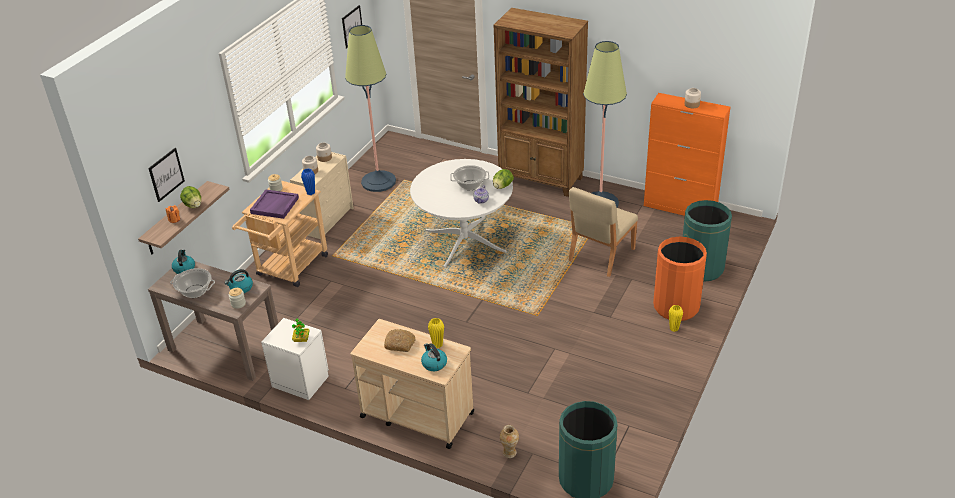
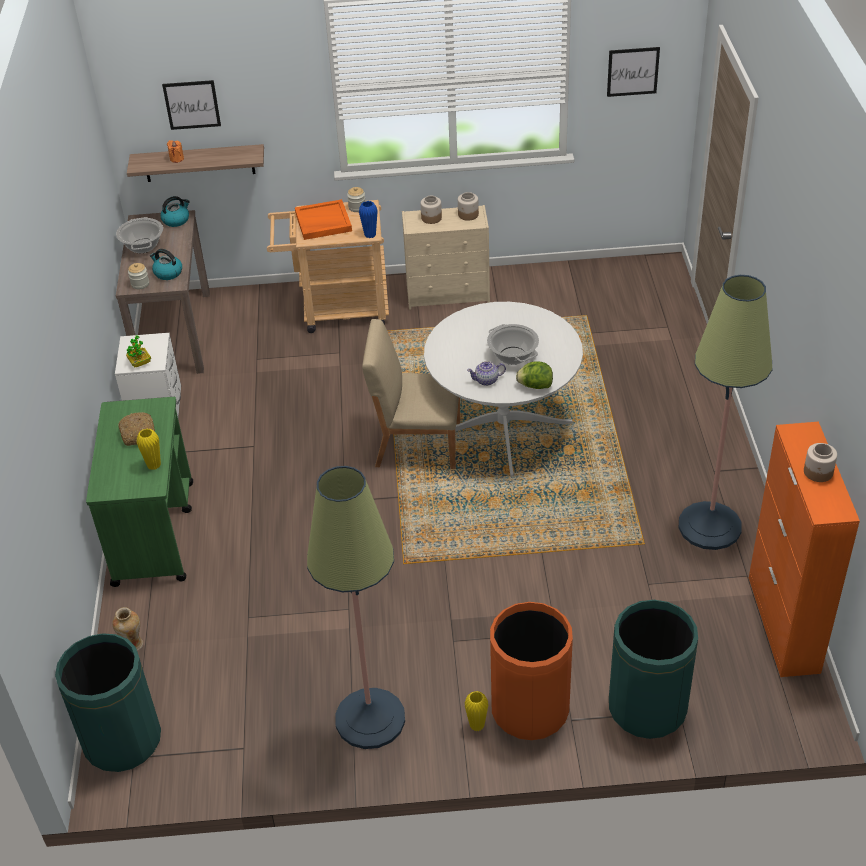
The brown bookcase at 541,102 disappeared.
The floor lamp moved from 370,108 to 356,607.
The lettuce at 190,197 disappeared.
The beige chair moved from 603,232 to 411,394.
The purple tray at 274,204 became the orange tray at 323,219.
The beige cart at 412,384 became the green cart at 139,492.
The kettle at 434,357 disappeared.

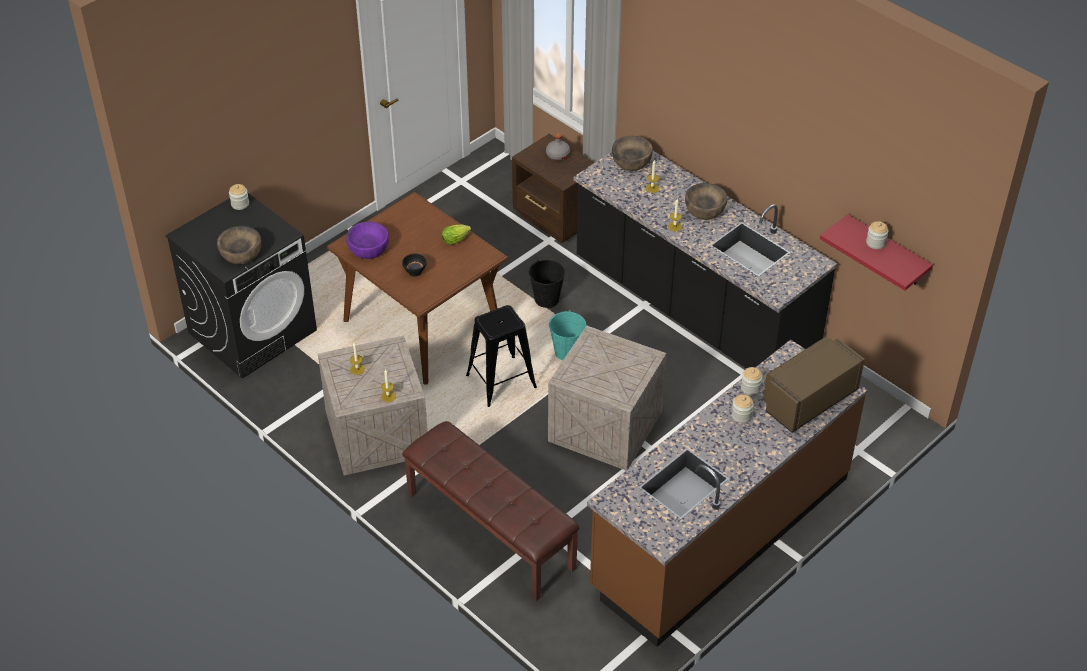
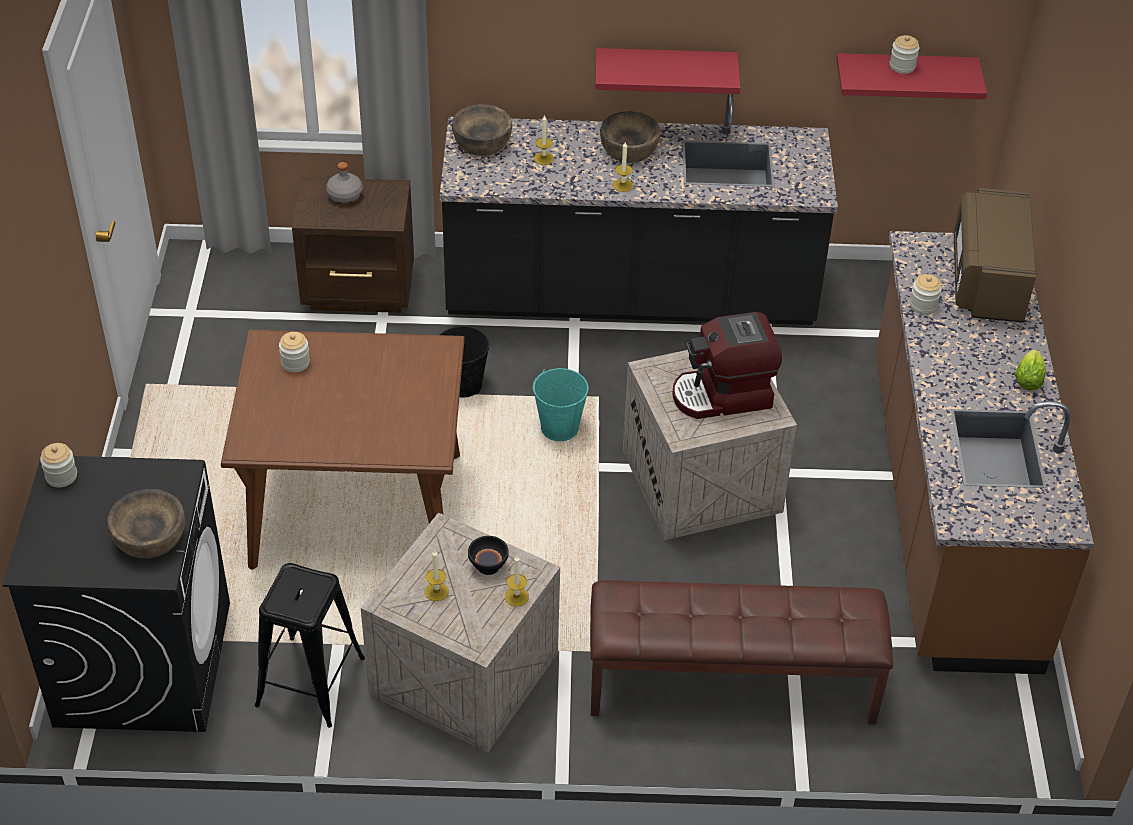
The purple bowl at 367,240 disappeared.
The lettuce moved from 456,234 to 1030,370.
The black bowl moved from 414,265 to 488,555.
The black stool moved from 501,356 to 310,645.
The jar moved from 743,408 to 294,352.
The red shelf at 667,71 appeared.
The coffee machine at 727,365 appeared.

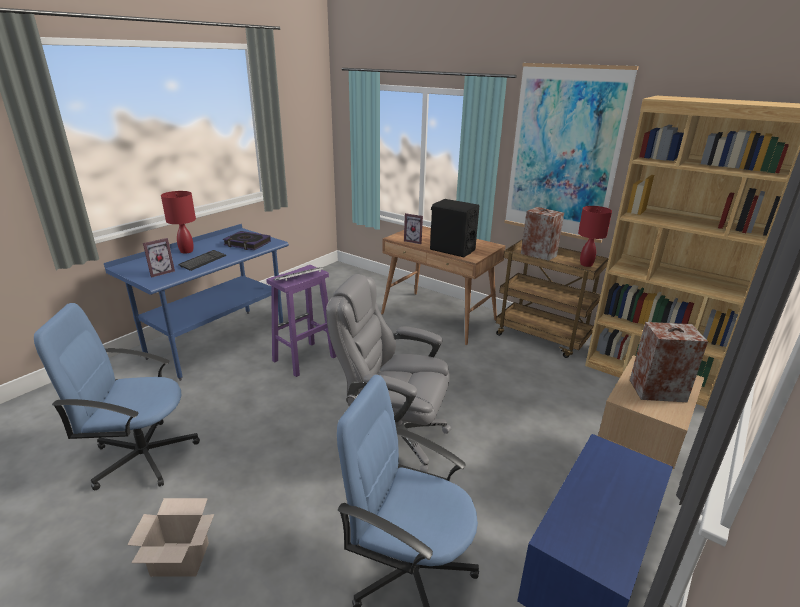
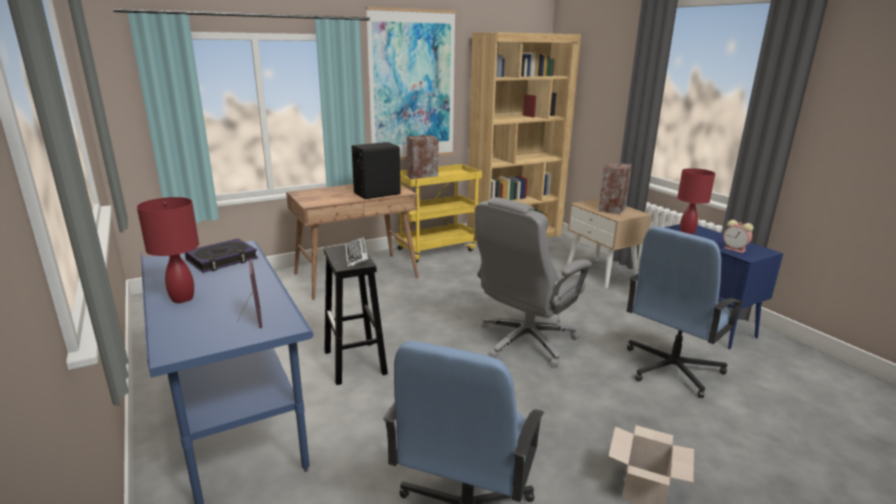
The red table lamp moved from 595,236 to 696,201.
The picture frame at 413,228 disappeared.
The brown cart at 552,298 became the yellow cart at 438,213.
The keyboard at 202,260 disappeared.
The purple stool at 301,321 became the black stool at 356,315.
The alarm clock at 738,236 appeared.

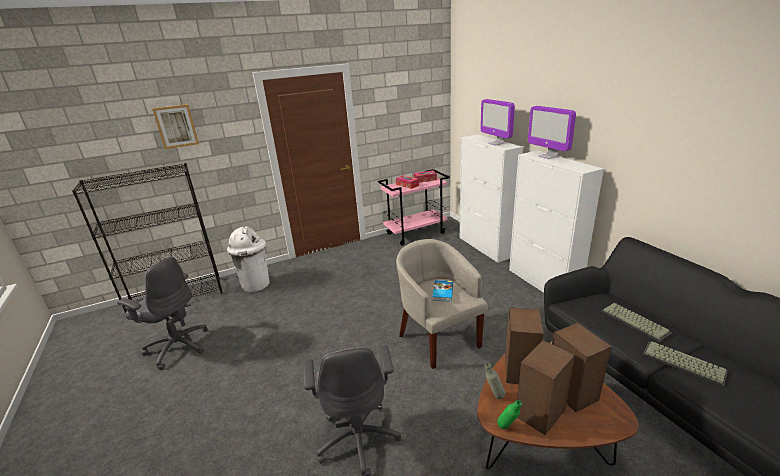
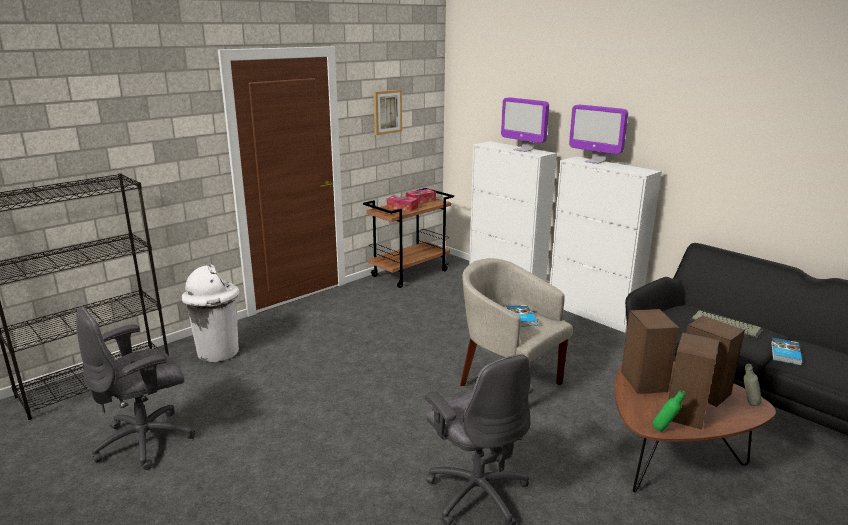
The picture moved from 175,126 to 388,112.
The pink cart at 414,207 became the brown cart at 408,238.
The grey office chair at 162,313 turned 135 degrees clockwise.
The keyboard at 685,364 was replaced by the book at 786,351.
The grey bottle moved from 495,380 to 752,385.

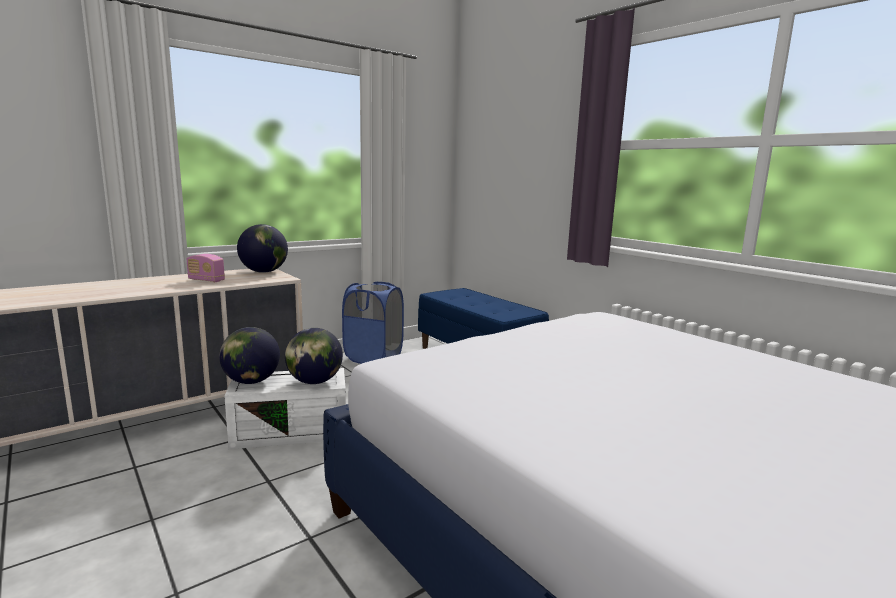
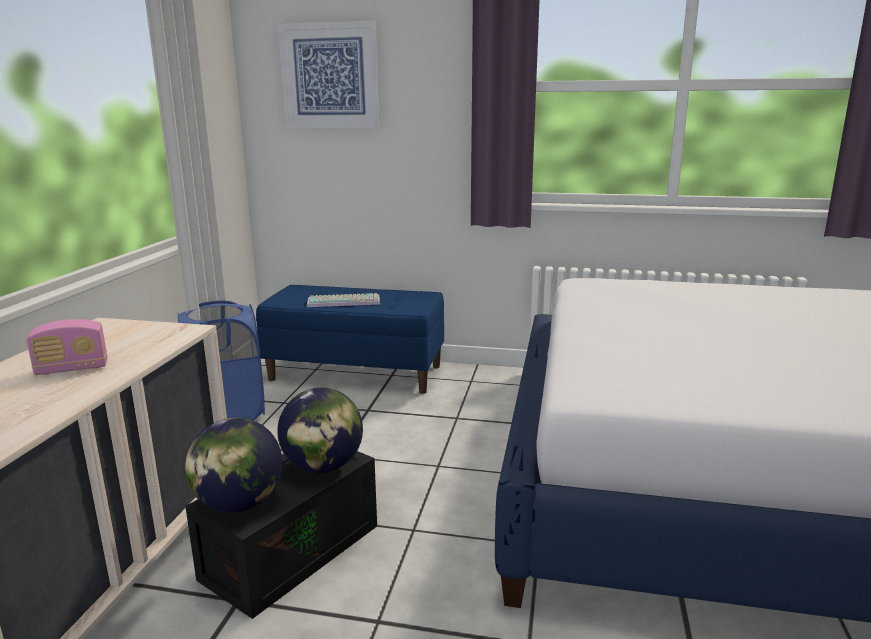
The globe at 262,248 disappeared.
The white storage box at 285,408 became the black storage box at 281,535.
The picture at 329,74 appeared.
The keyboard at 343,300 appeared.

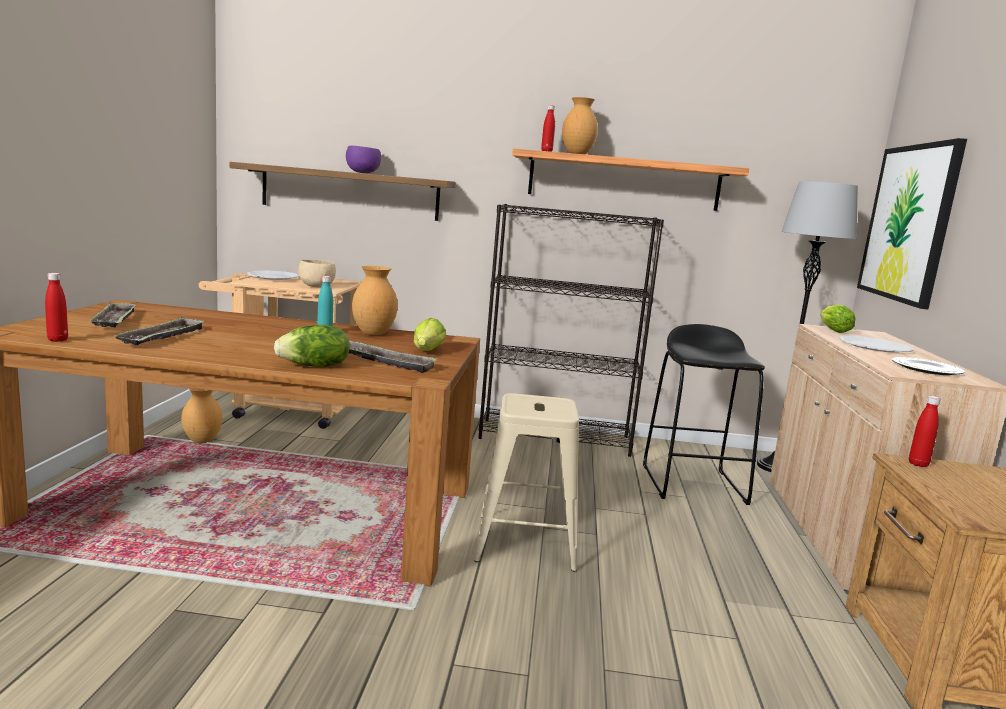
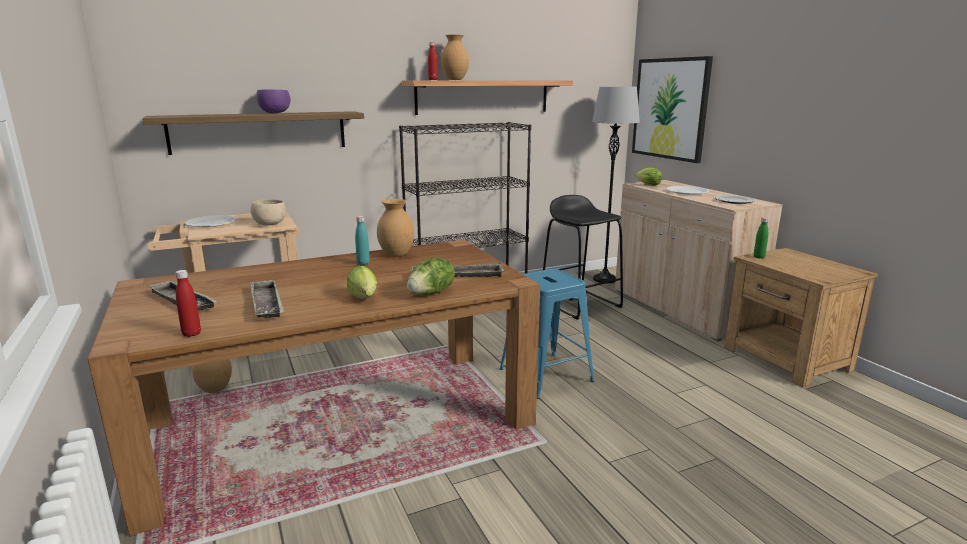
The lettuce moved from 430,334 to 362,282.
The beige stool at 526,482 became the blue stool at 547,334.
The red bottle at 924,431 became the green bottle at 761,238.

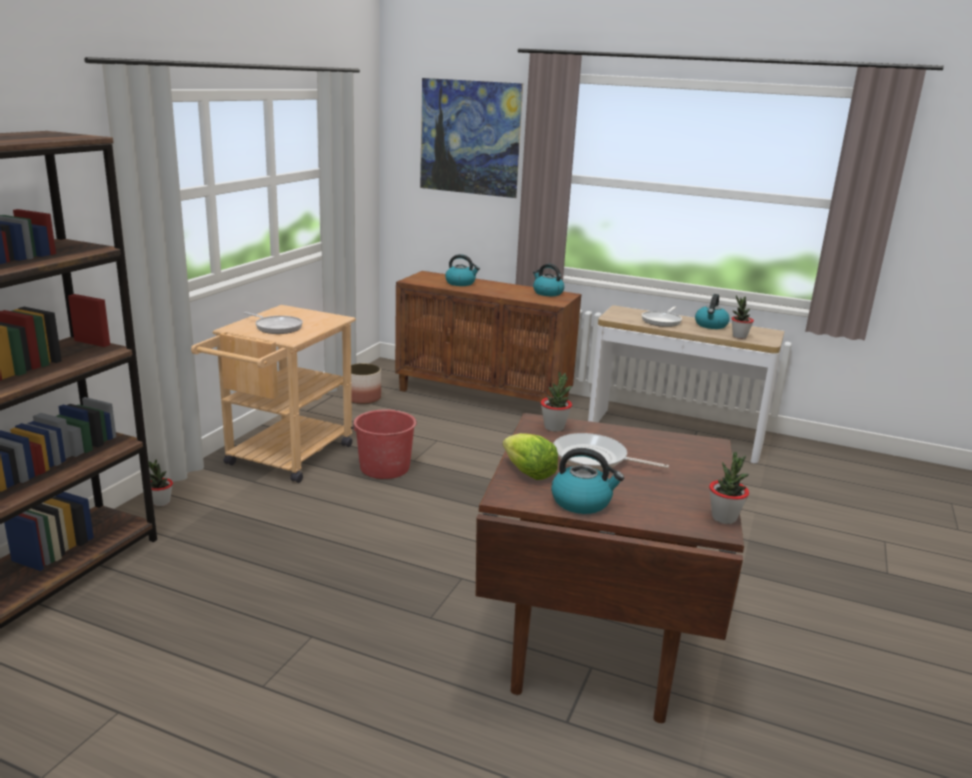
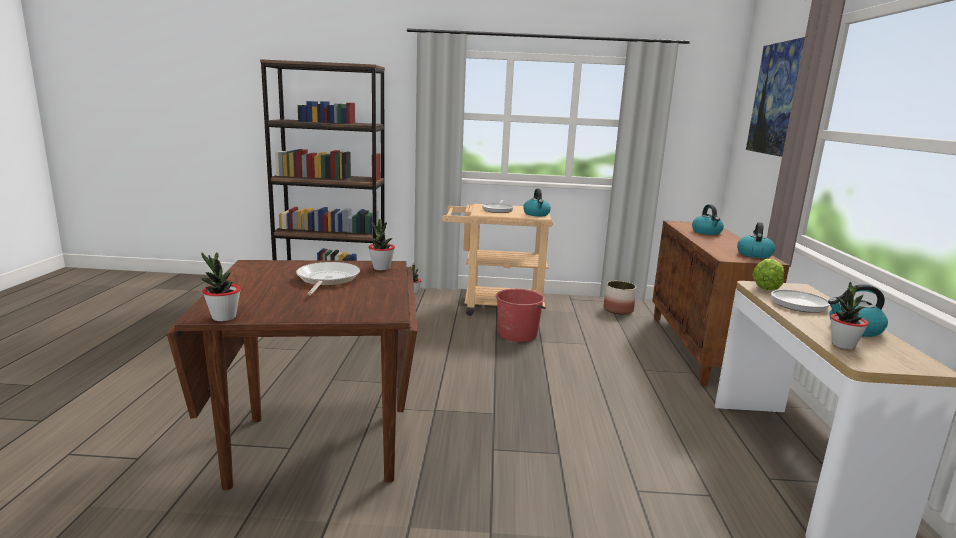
The lettuce moved from 530,456 to 768,274.
The kettle moved from 587,481 to 537,202.

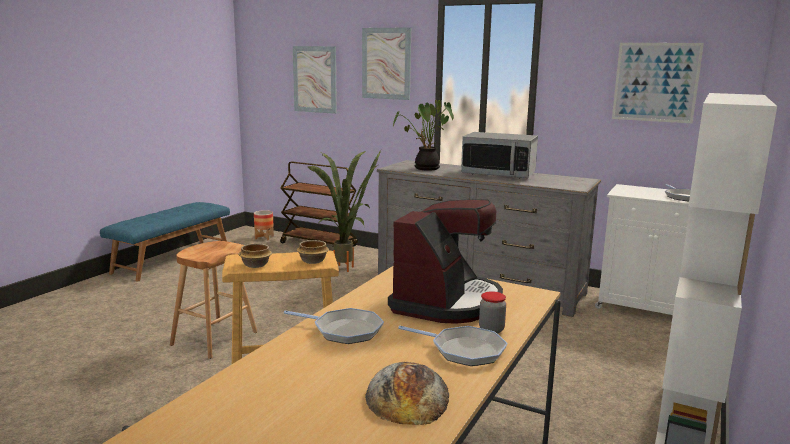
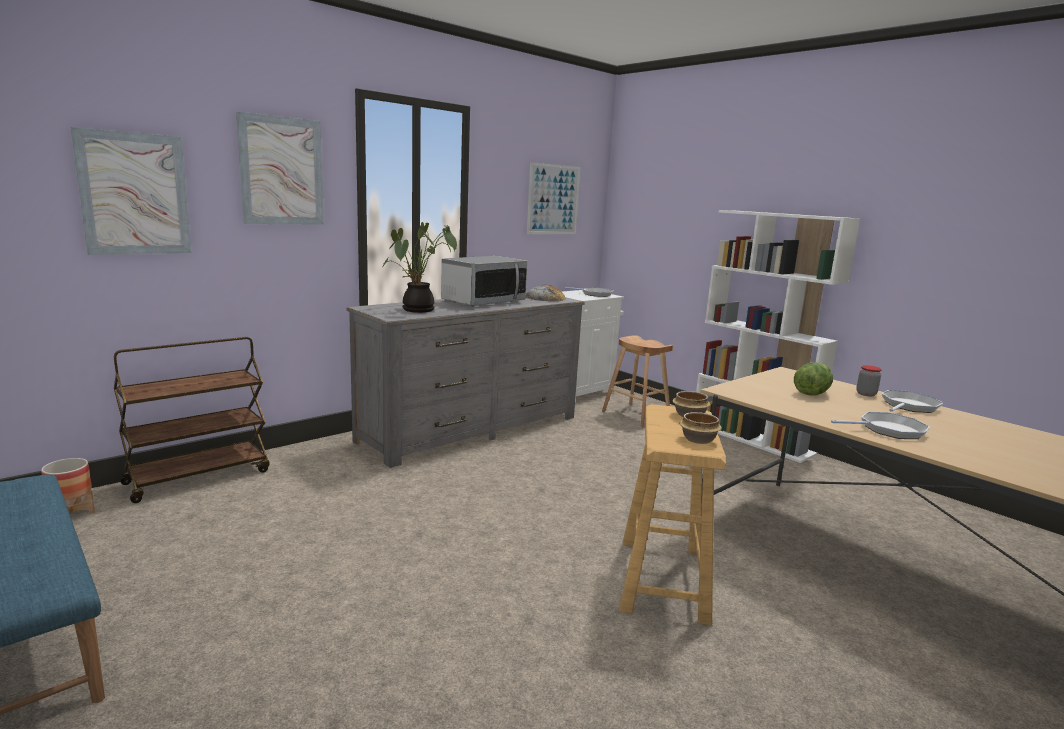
The potted plant at 344,211 disappeared.
The coffee machine at 445,261 was replaced by the lettuce at 813,379.
The brown stool moved from 213,300 to 637,381.
The frying pan at 334,326 turned 45 degrees clockwise.
The bread moved from 407,393 to 546,293.

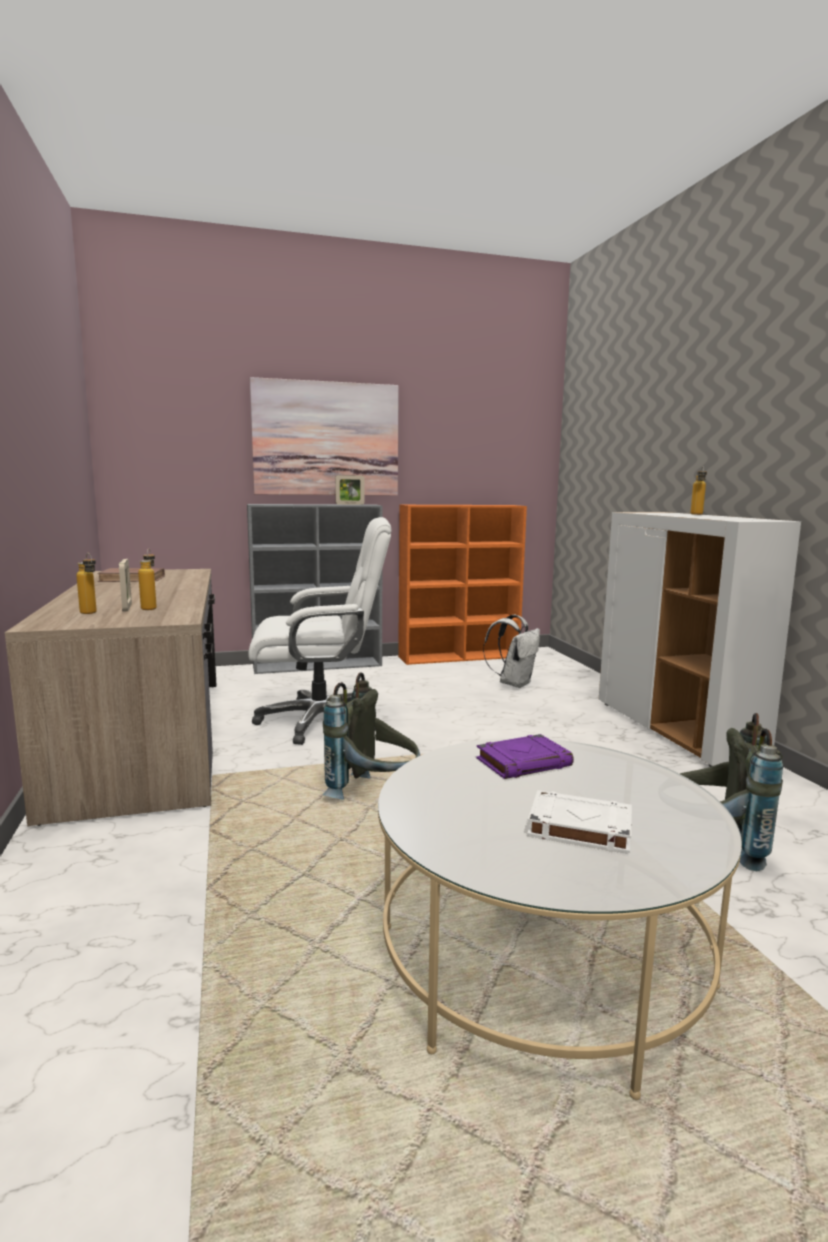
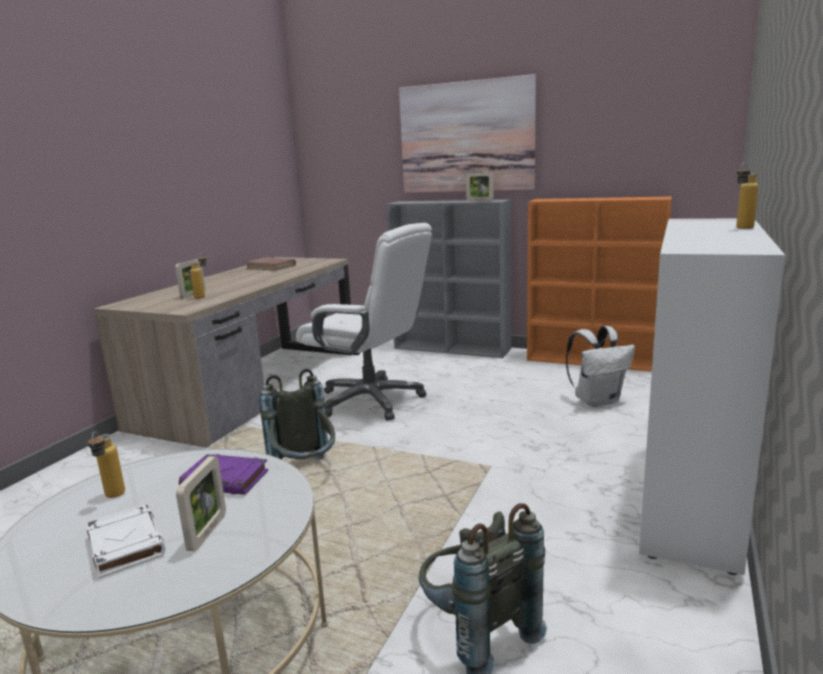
The bottle moved from 86,583 to 106,464.
The picture frame at 201,503 appeared.

